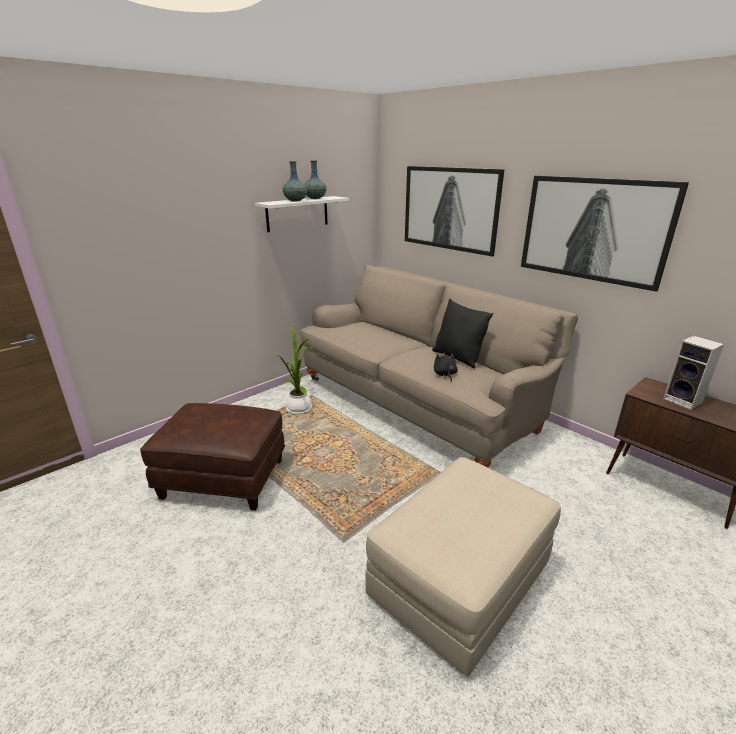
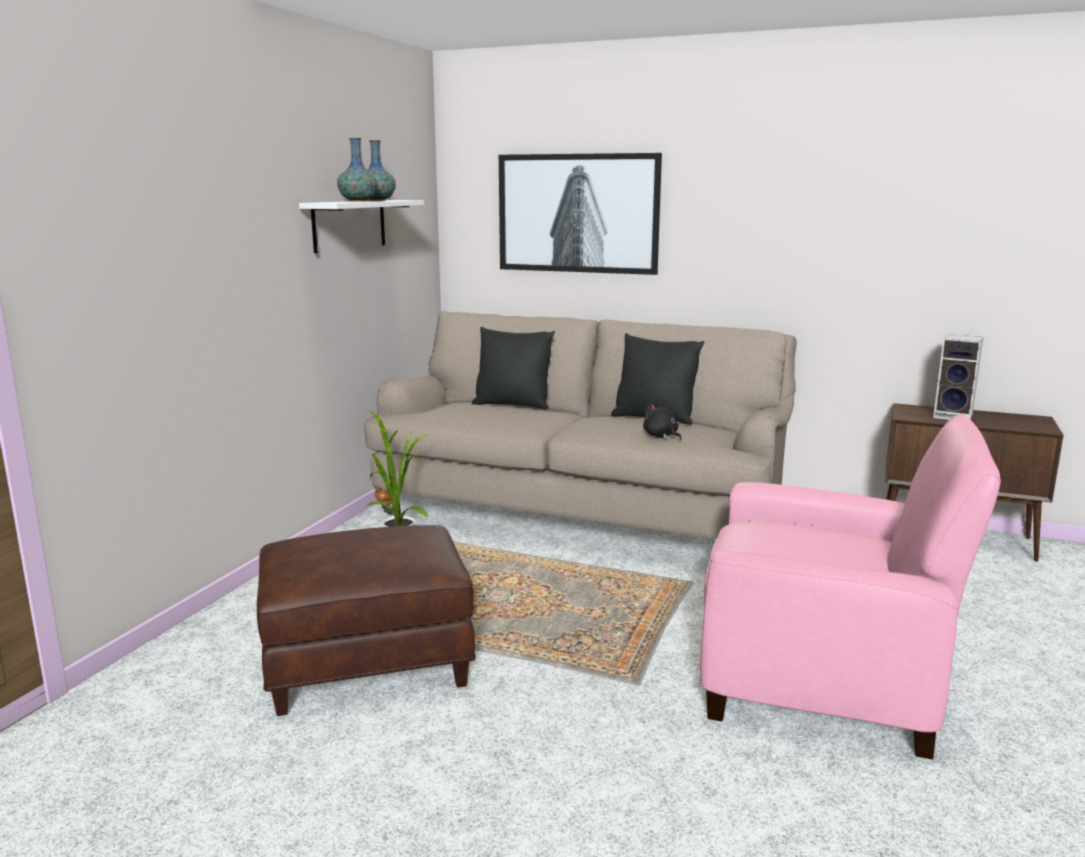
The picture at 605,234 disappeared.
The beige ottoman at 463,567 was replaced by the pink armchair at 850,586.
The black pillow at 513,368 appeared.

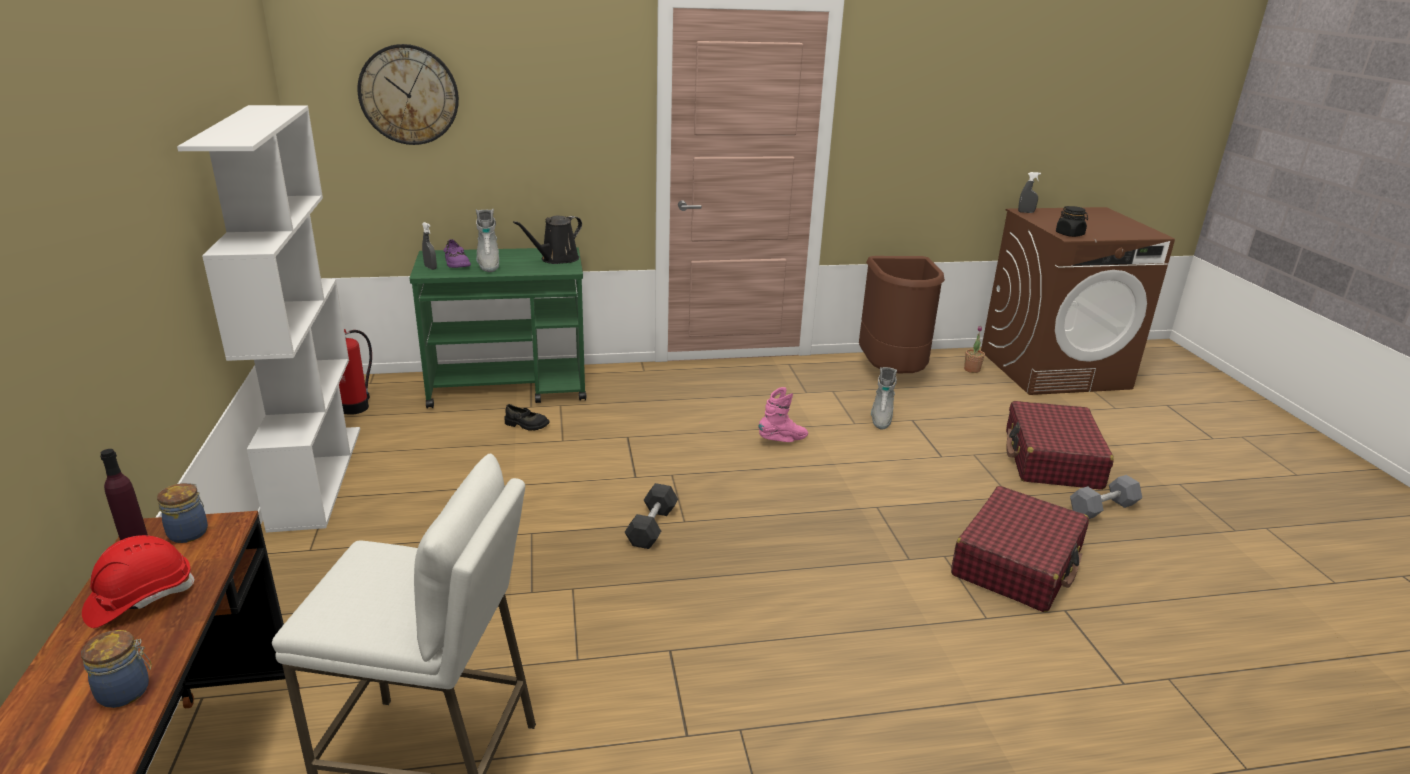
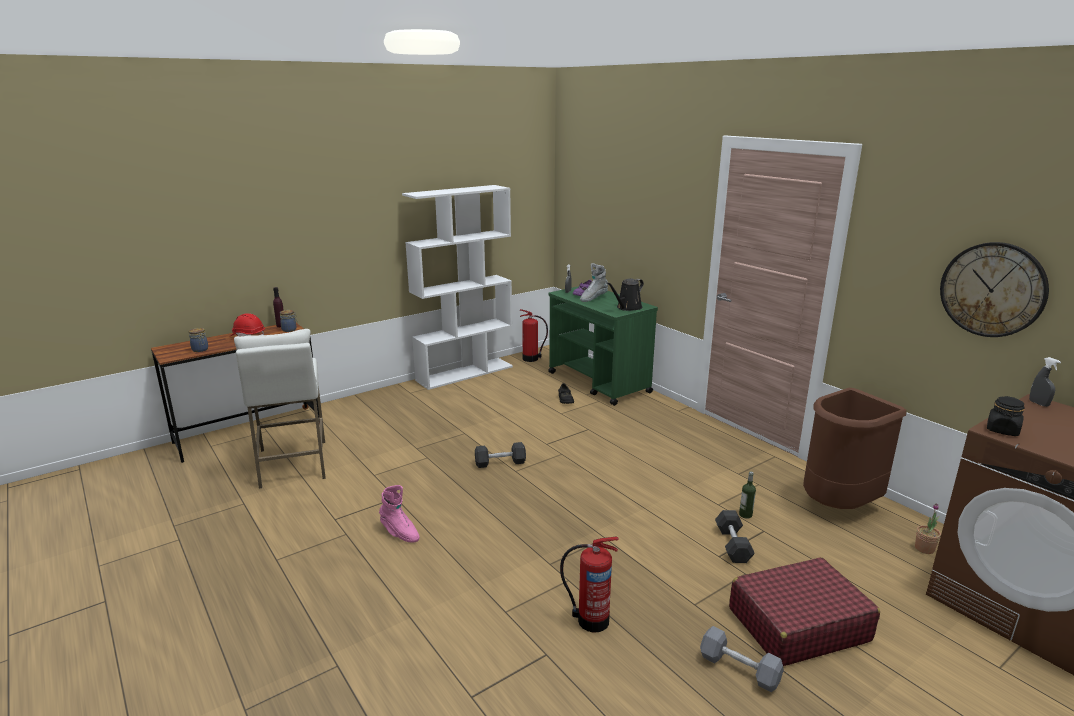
The wall clock moved from 408,94 to 994,289.
The black watering can at 547,239 turned 60 degrees counterclockwise.
The grey boot at 884,398 was replaced by the bottle at 747,495.
The pink boot moved from 783,414 to 399,514.
The red suitcase at 1020,549 was replaced by the fire extinguisher at 589,584.
The grey dumbbell at 735,536 appeared.

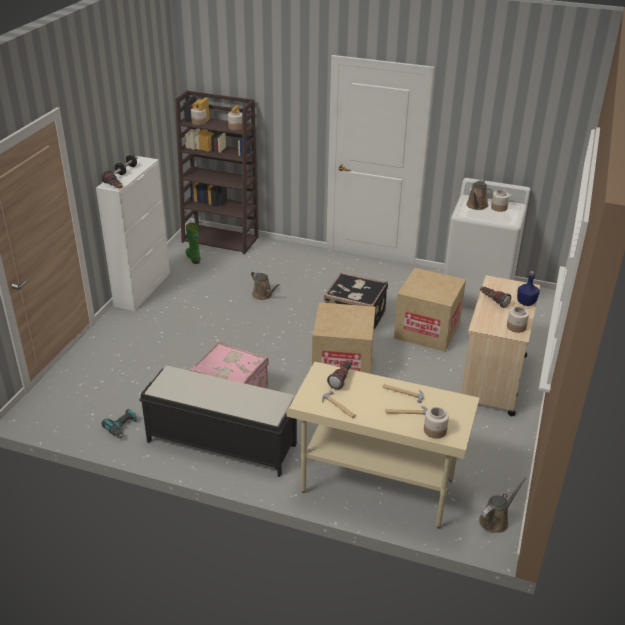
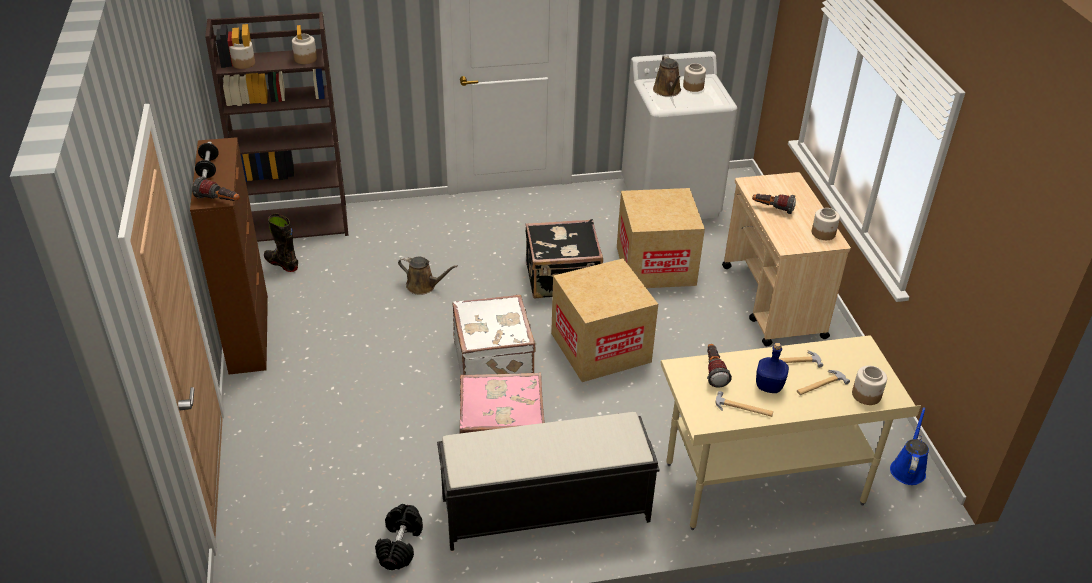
The white cabinet at 133,233 became the brown cabinet at 229,256.
The green boot at 193,243 became the black boot at 281,242.
The blue bottle moved from 528,288 to 772,368.
The power drill at 119,423 was replaced by the black dumbbell at 399,537.
The brown watering can at 503,505 became the blue watering can at 909,446.
The white suitcase at 494,335 appeared.

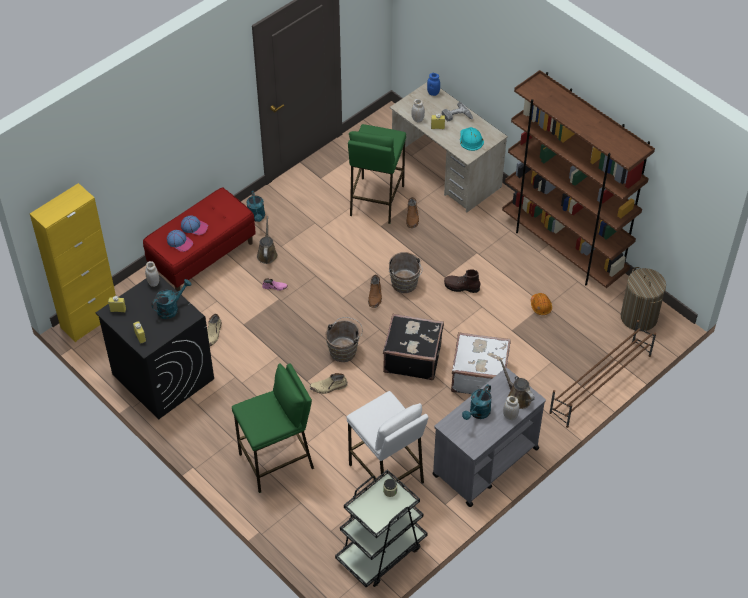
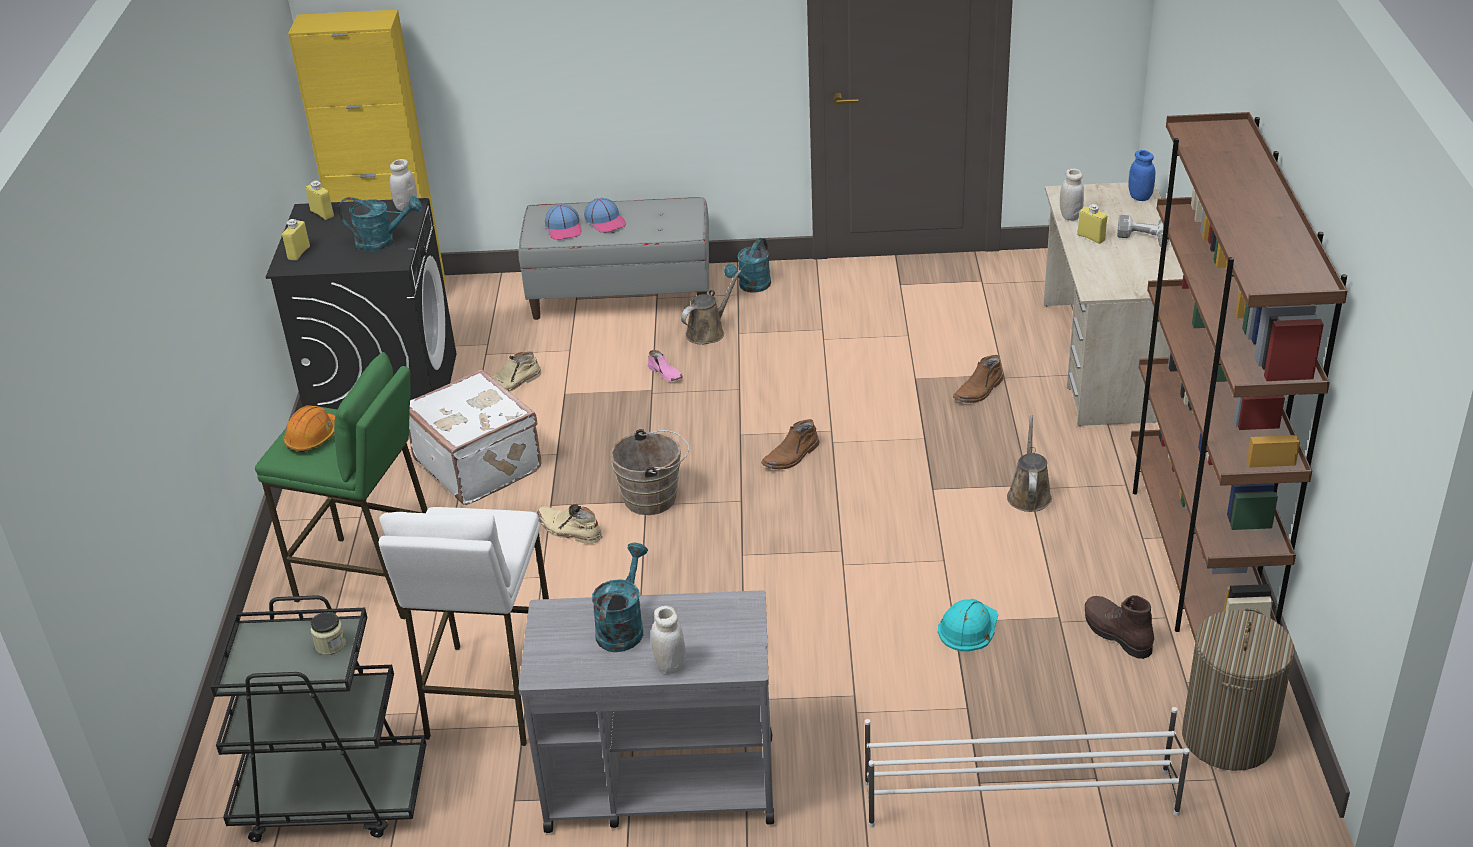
The green stool at 377,174 disappeared.
The turquoise hard hat moved from 472,139 to 968,625.
The red bench at 199,239 became the grey bench at 614,258.
The brown bucket at 405,272 disappeared.
The brown boot moved from 462,281 to 1119,627.
The orange hard hat moved from 541,304 to 309,429.
The black suitcase at 413,347 disappeared.
The brown shoe rack at 602,374 became the white shoe rack at 1027,767.
The white suitcase moved from 481,363 to 475,437.
The brown watering can moved from 516,383 to 1029,463.
The turquoise watering can at 477,402 turned 120 degrees clockwise.

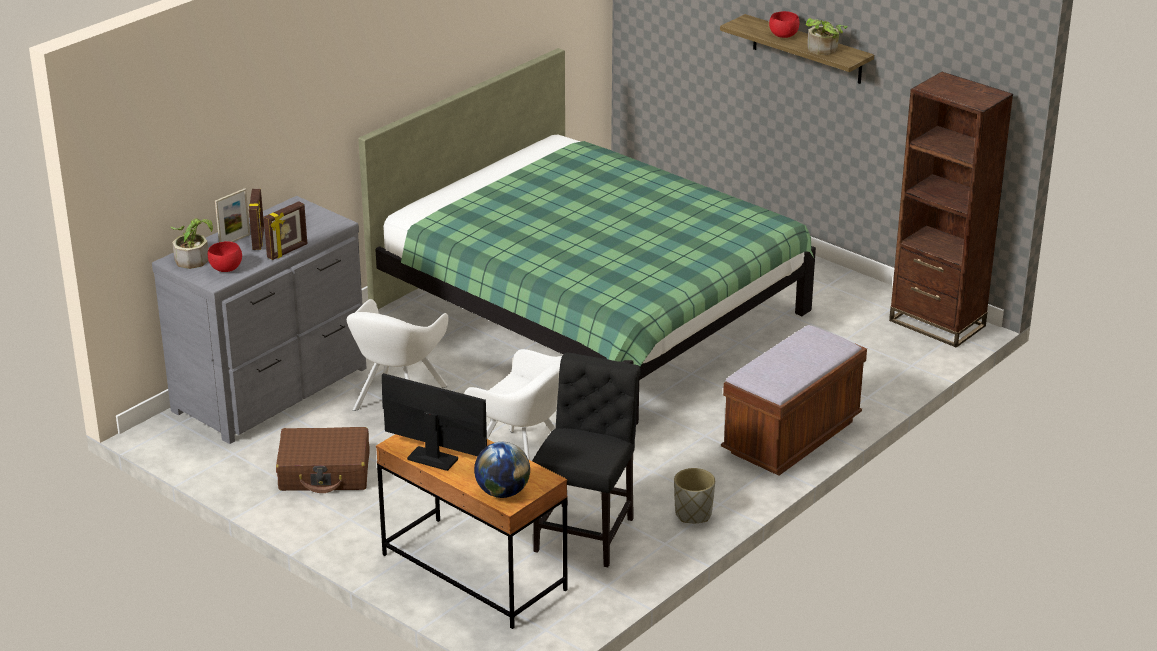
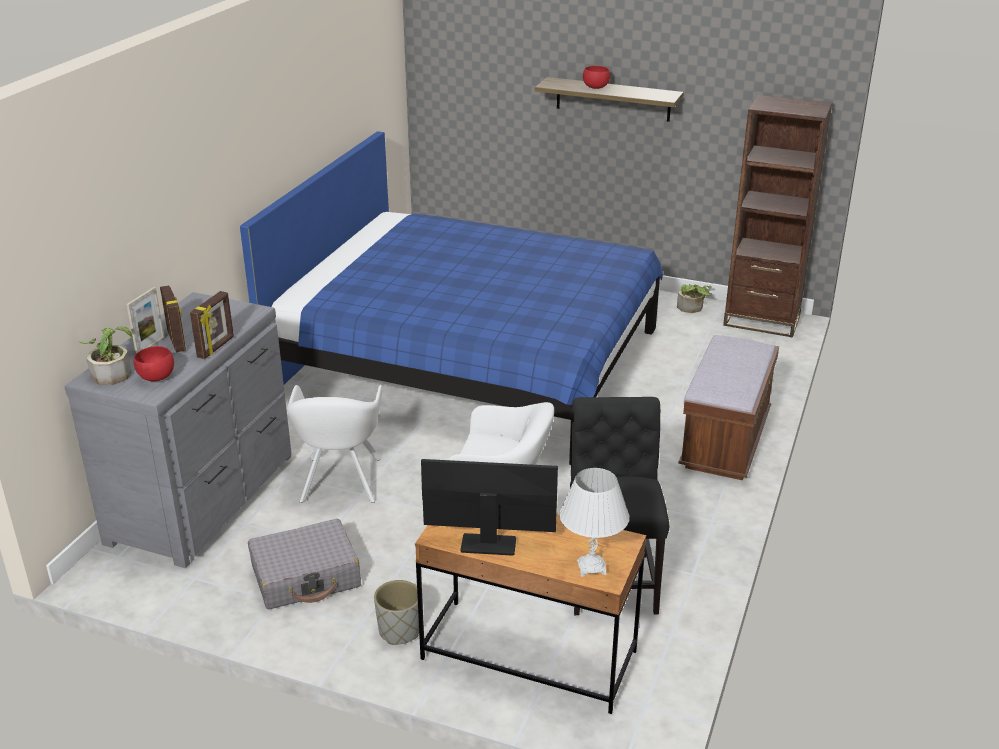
The potted plant moved from 827,36 to 694,298.
The green bed at 587,236 became the blue bed at 451,298.
The brown suitcase at 323,460 became the grey suitcase at 304,564.
The globe at 502,470 was replaced by the white table lamp at 594,522.
The grey planter moved from 694,495 to 396,612.

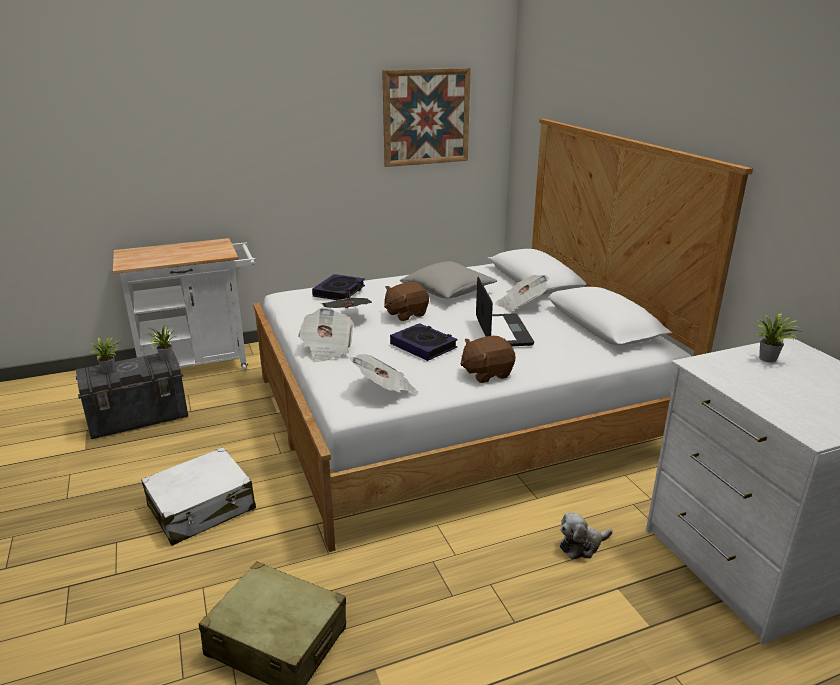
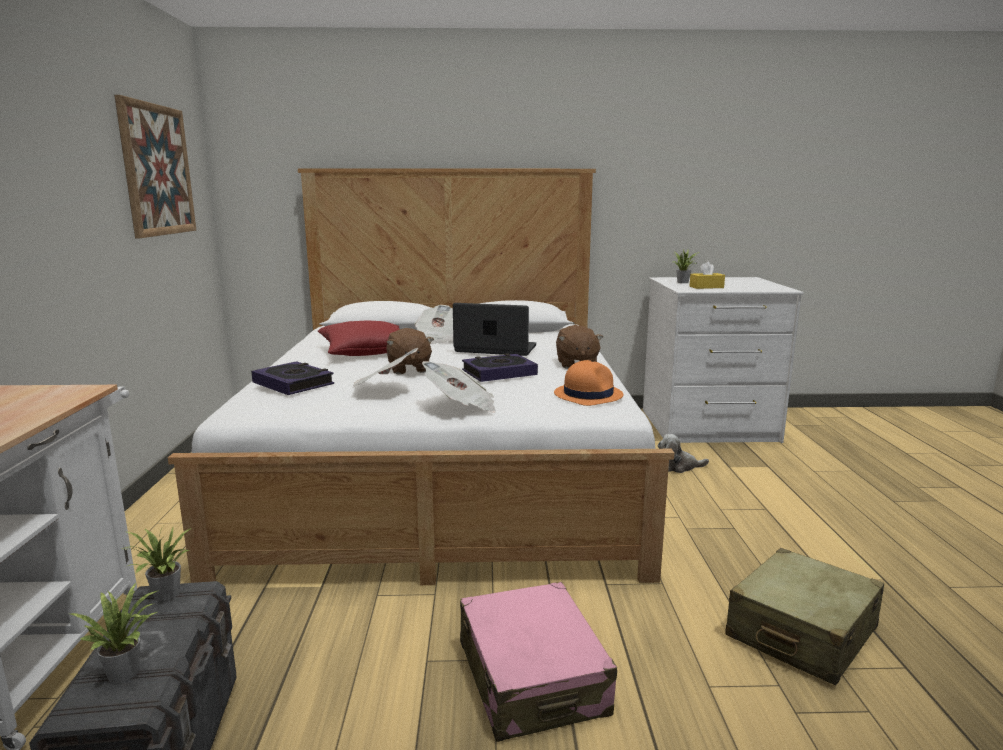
The grey pillow at 448,280 became the red pillow at 358,338.
The newspaper at 384,373 was replaced by the orange hat at 588,383.
The white suitcase at 198,496 became the pink suitcase at 538,662.
The plush toy at 586,535 turned 90 degrees clockwise.
The yellow tissue box at 707,275 appeared.

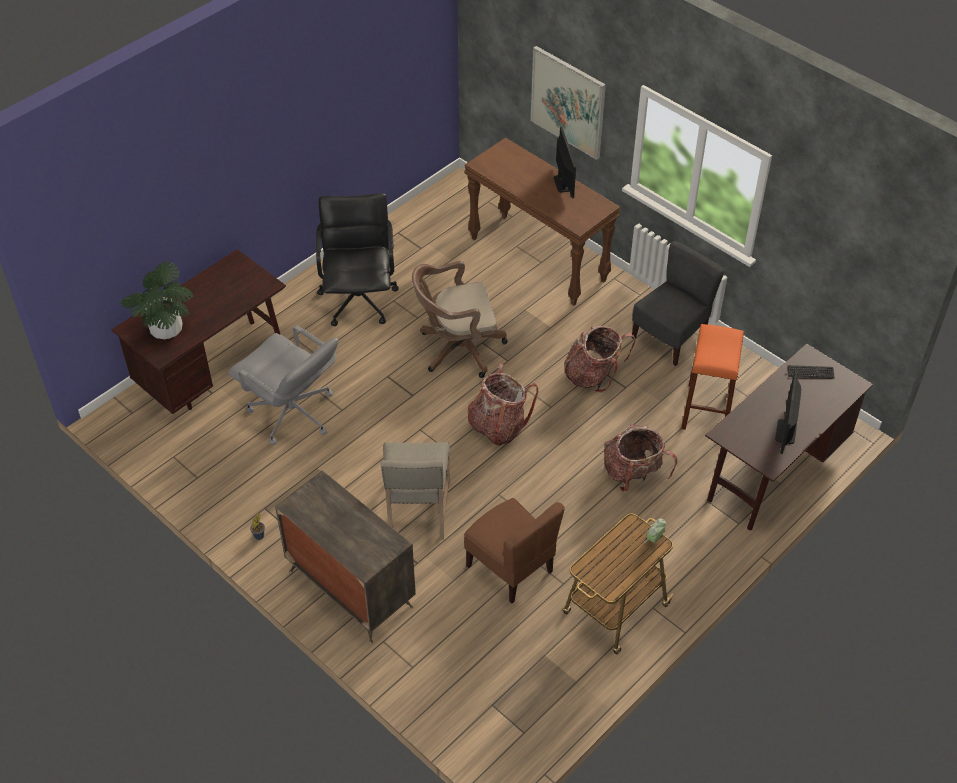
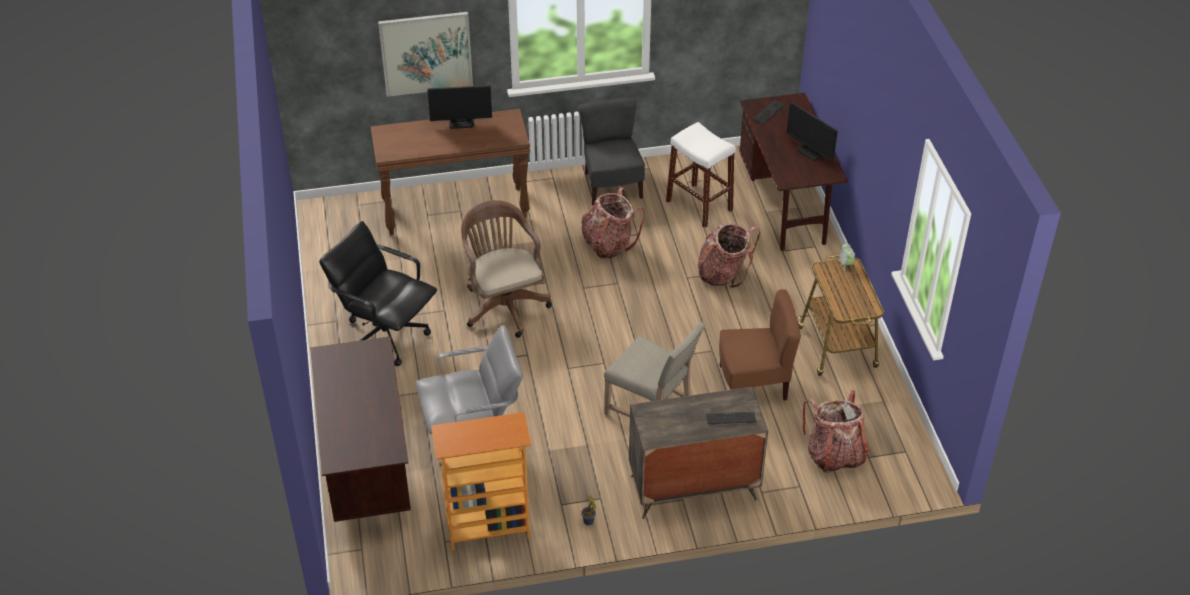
The monitor at 565,162 turned 150 degrees clockwise.
The potted plant at 157,300 disappeared.
The brown office chair at 460,319 turned 135 degrees clockwise.
The orange stool at 712,377 became the white stool at 701,175.
The backpack moved from 503,405 to 835,431.
The bookcase at 481,481 appeared.
The keyboard at 731,418 appeared.

